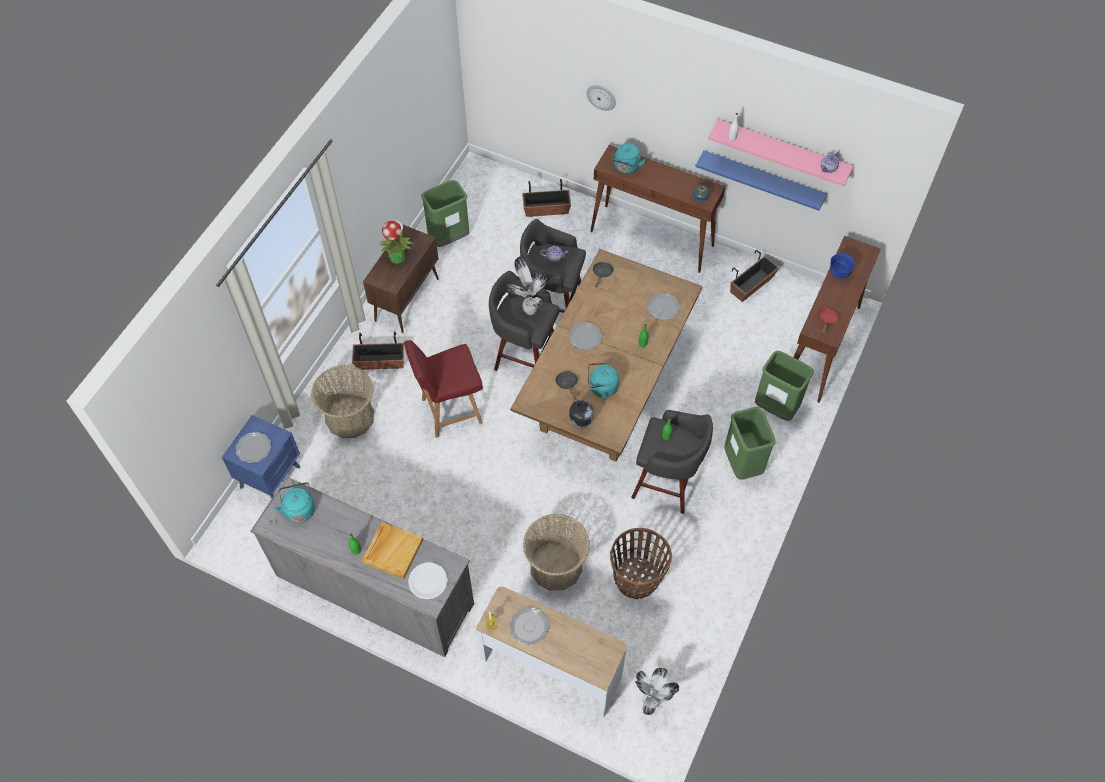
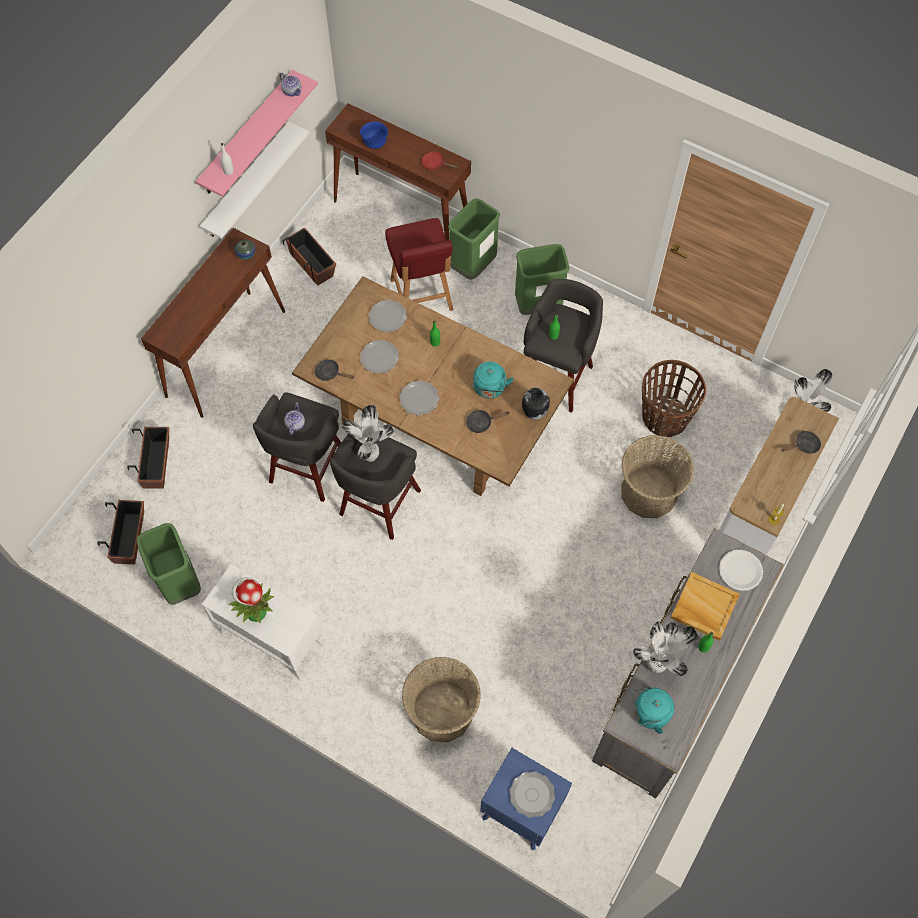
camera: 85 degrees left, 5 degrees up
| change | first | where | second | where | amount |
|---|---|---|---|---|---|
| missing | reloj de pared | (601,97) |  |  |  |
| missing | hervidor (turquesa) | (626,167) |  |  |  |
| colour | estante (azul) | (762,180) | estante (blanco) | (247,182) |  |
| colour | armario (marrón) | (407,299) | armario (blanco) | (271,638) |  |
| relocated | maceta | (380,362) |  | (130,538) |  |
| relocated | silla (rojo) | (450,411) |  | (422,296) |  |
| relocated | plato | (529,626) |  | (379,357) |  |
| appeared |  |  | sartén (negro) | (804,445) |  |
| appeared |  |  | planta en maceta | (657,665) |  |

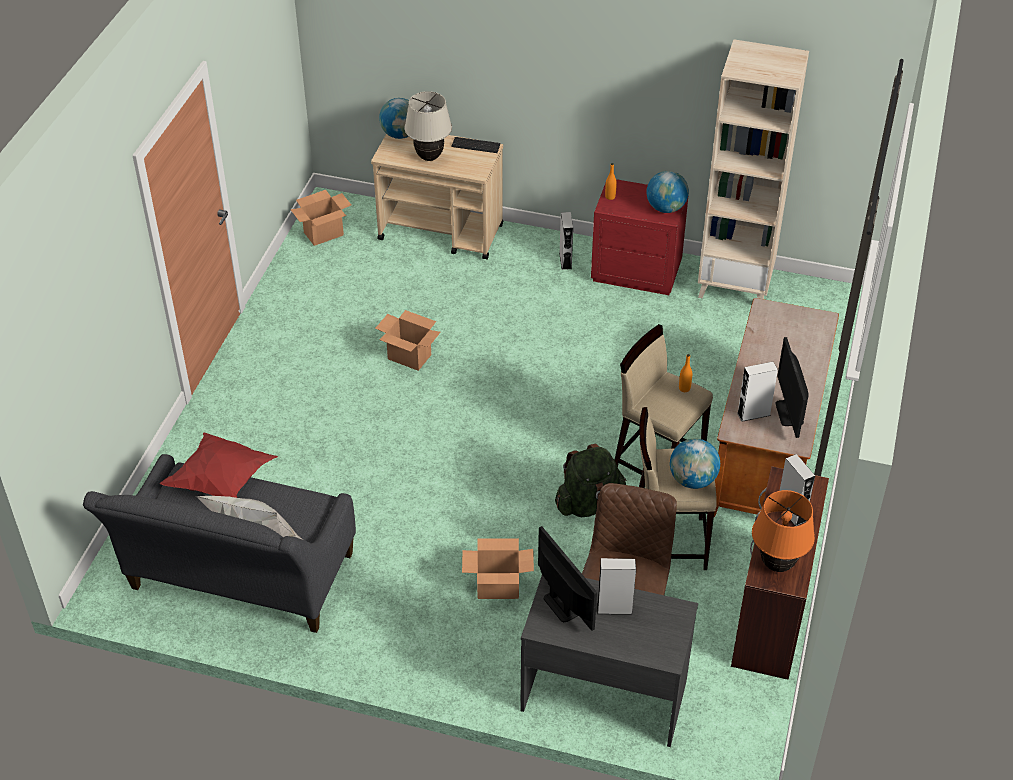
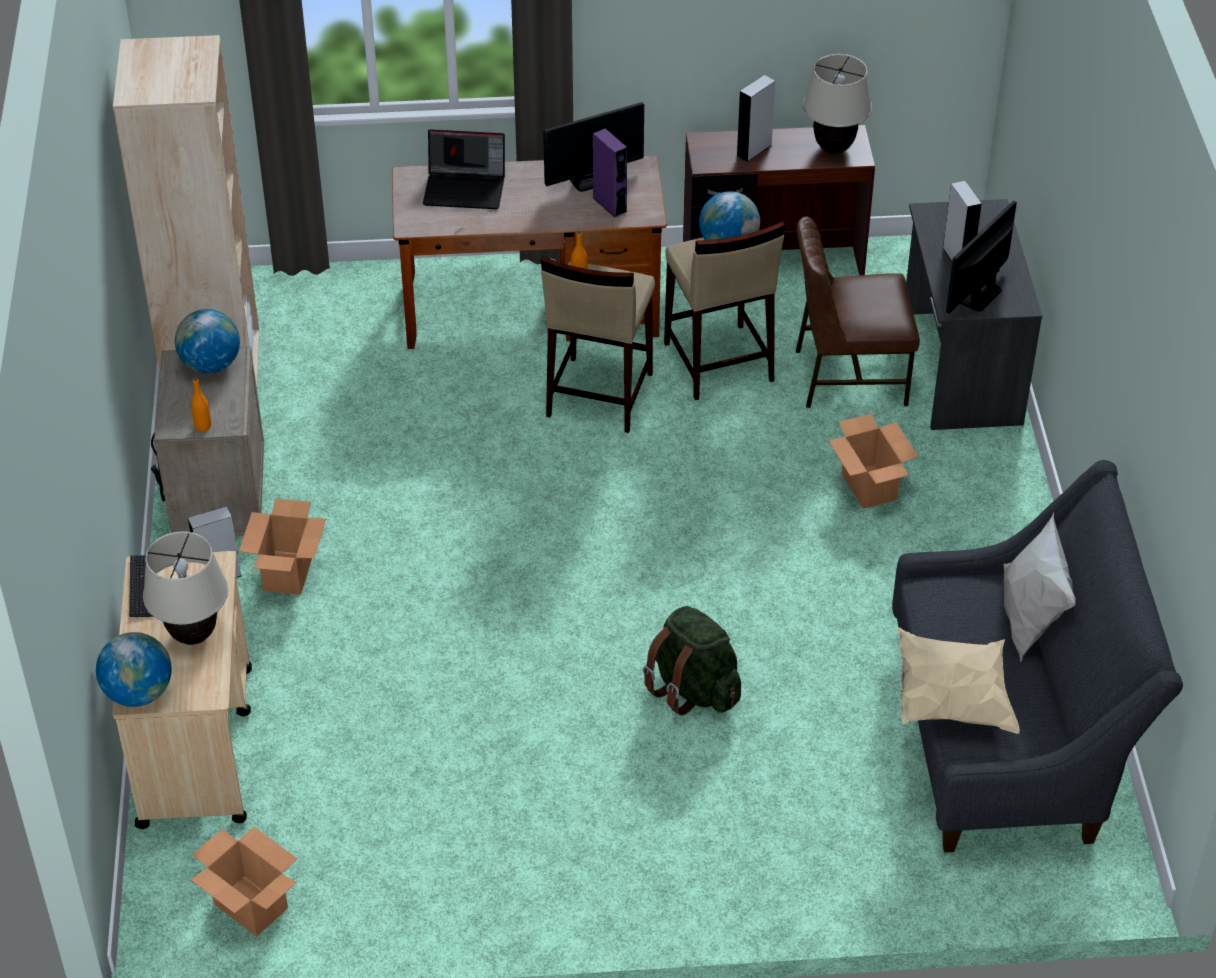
camera: 110 degrees left, 0 degrees up
| change | first | where | second | where | amount |
|---|---|---|---|---|---|
| colour | mesita de noche (rojo) | (636,271) | mesita de noche (beis) | (217,494) |  |
| relocated | caja de cartón | (409,357) |  | (288,573) |  |
| colour | altavoz (blanco) | (753,414) | altavoz (morado) | (609,204) |  |
| colour | cojín (rojo) | (222,482) | cojín (beis) | (951,699) |  |
| relocated | mochila (verde) | (589,504) |  | (693,689) |  |
| colour | lámpara de mesa (naranja) | (777,565) | lámpara de mesa (beis) | (833,148) |  |
| appeared |  |  | portátil | (466,188) |  |

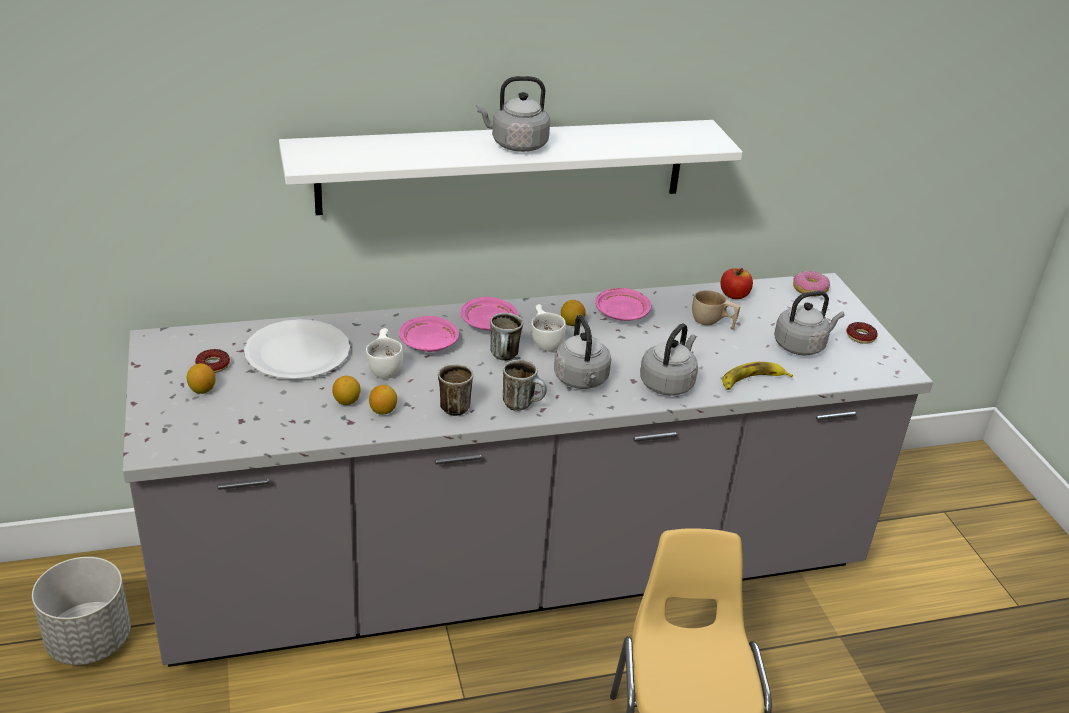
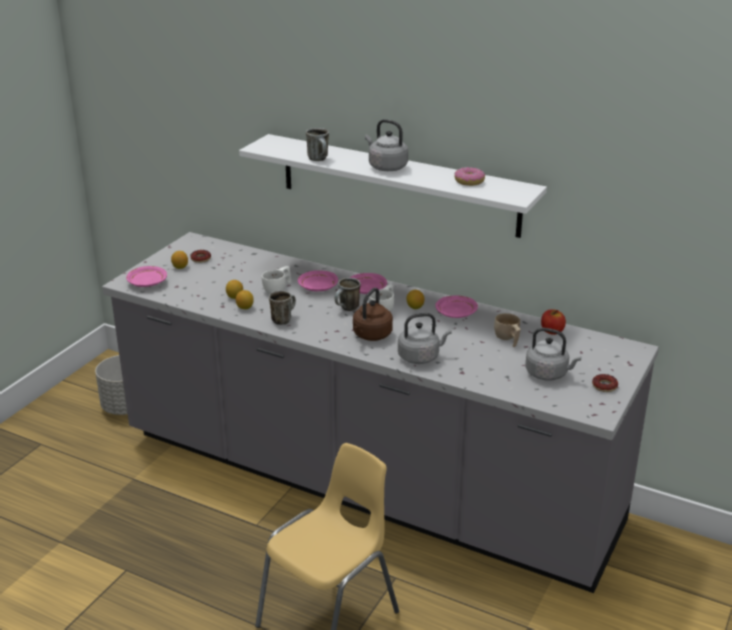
camera: 45 degrees right, 5 degrees down
| change | first | where | second | where | amount |
|---|---|---|---|---|---|
| relocated | rosquilla | (810,289) |  | (469,181) |  |
| colour | hervidor (gris) | (581,380) | hervidor (marrón) | (371,335) |  |
| missing | plato (blanco) | (297,352) |  |  |  |
| relocated | taza grande | (523,404) |  | (320,159) |  |
| missing | plátano | (752,381) |  |  |  |
| appeared |  |  | plato (rosa) | (147,283) |  |

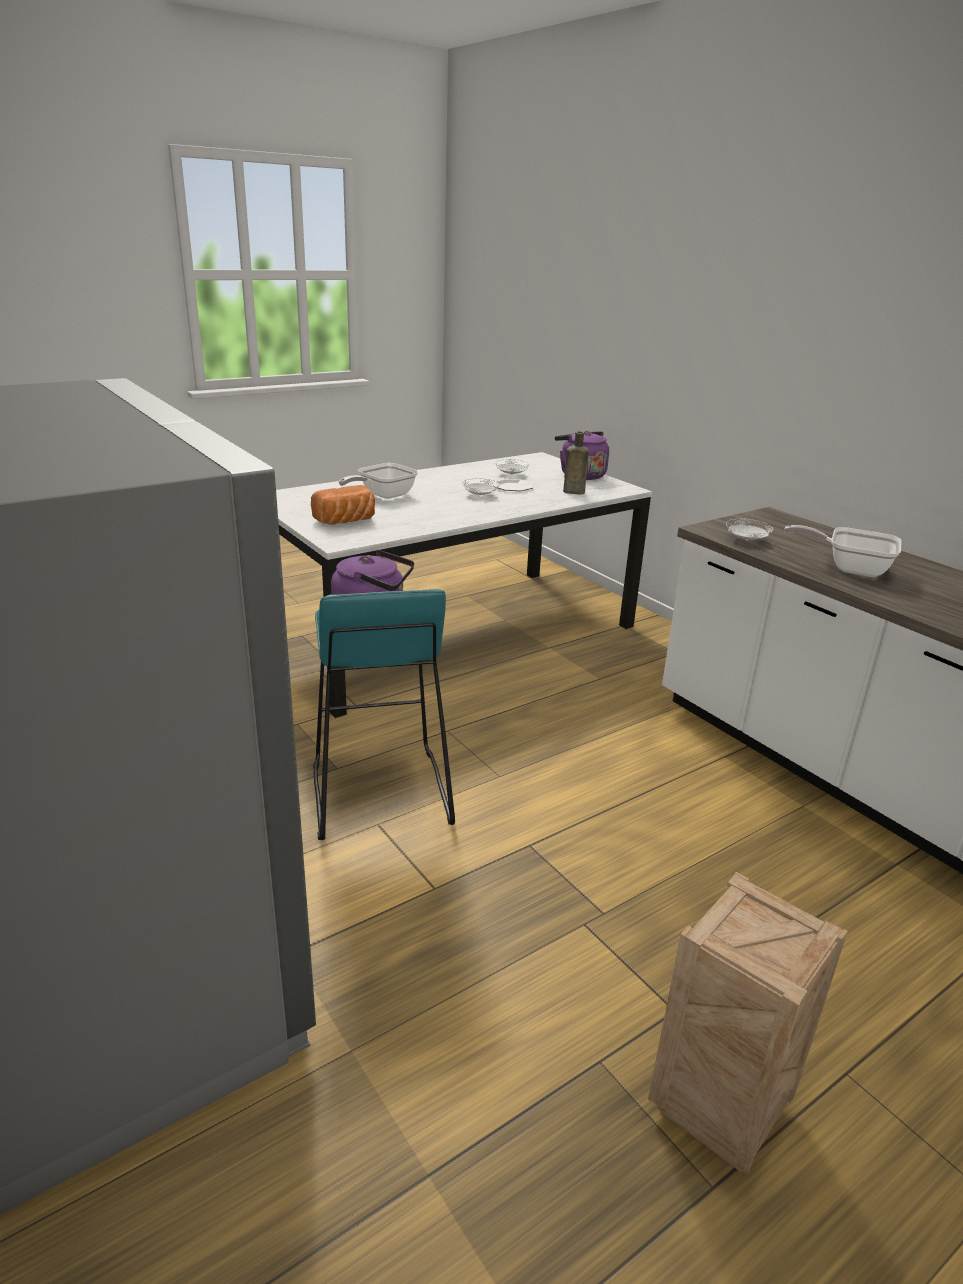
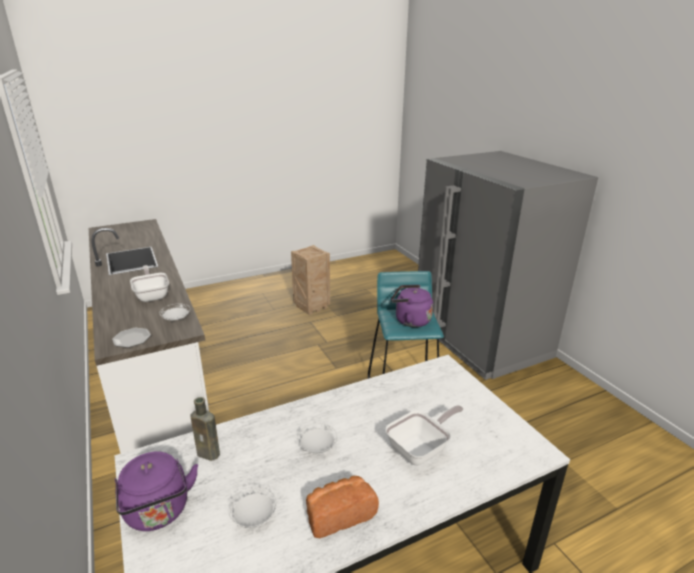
camera: 170 degrees left, 0 degrees up
| change | first | where | second | where | amount |
|---|---|---|---|---|---|
| relocated | plato | (513,487) |  | (131,339) |  |
| relocated | pan | (346,521) |  | (339,514) |  |
| spun | sartén | (849,568) |  | (152,295) | 150 degrees counterclockwise |

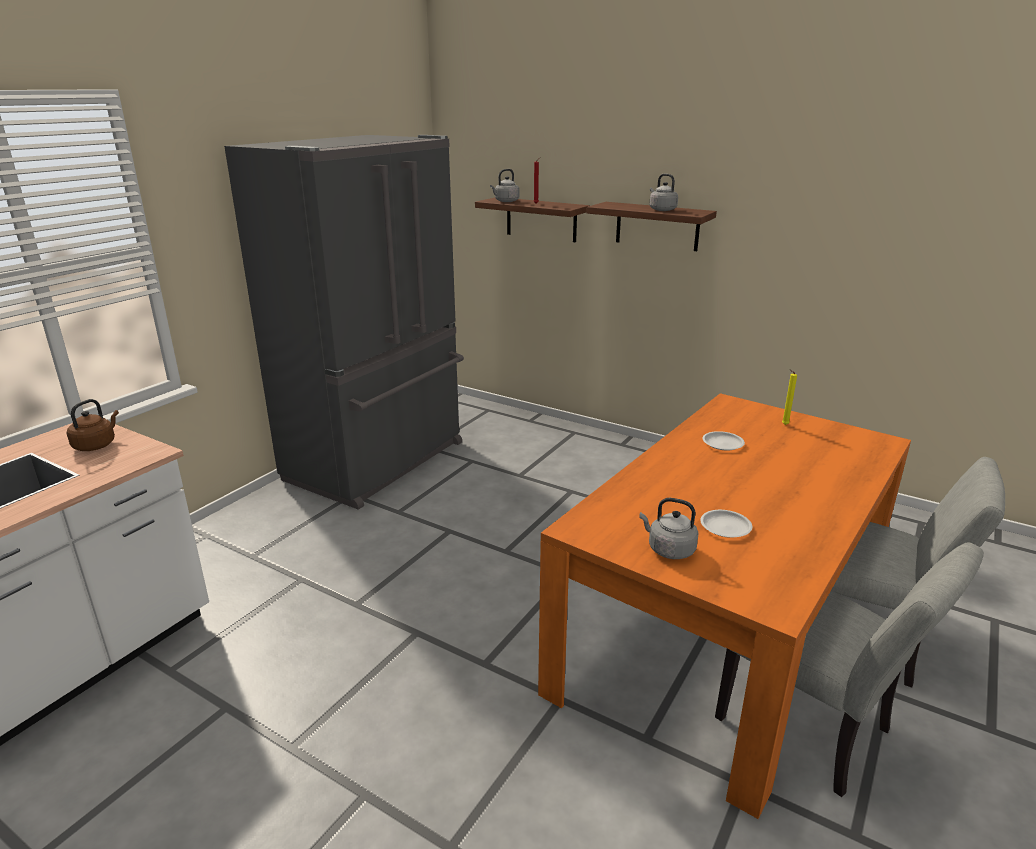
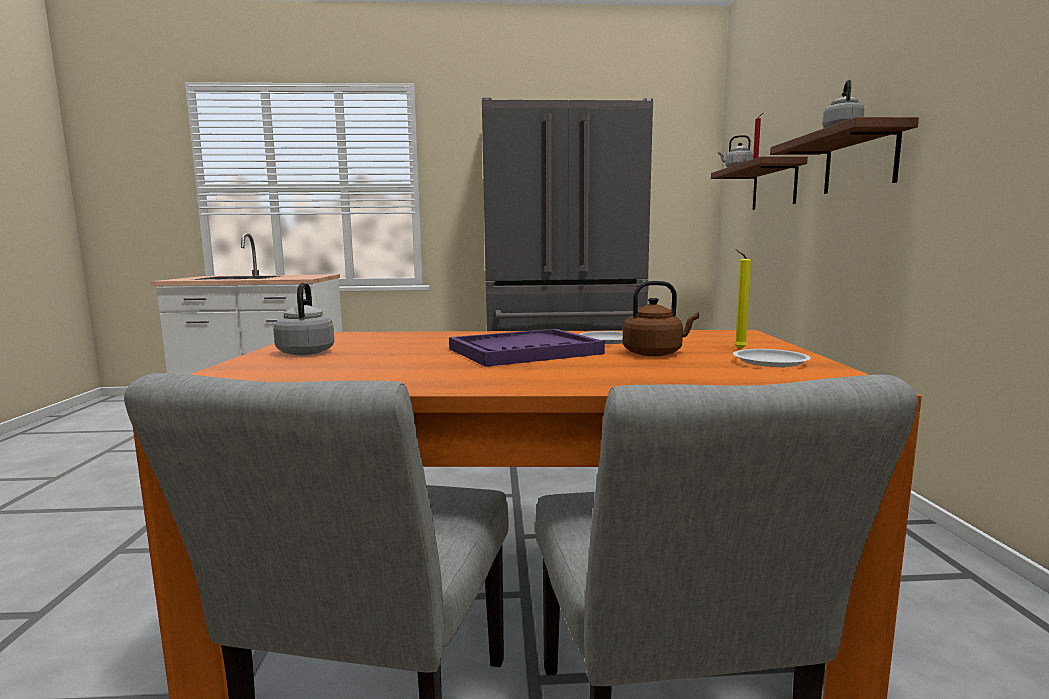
camera: 55 degrees right, 15 degrees down
| change | first | where | second | where | amount |
|---|---|---|---|---|---|
| relocated | hervidor (marrón) | (96,445) |  | (655,353) |  |
| relocated | plato (blanco) | (725,527) |  | (770,362) |  |
| appeared |  |  | bandeja (morado) | (524,351) |  |

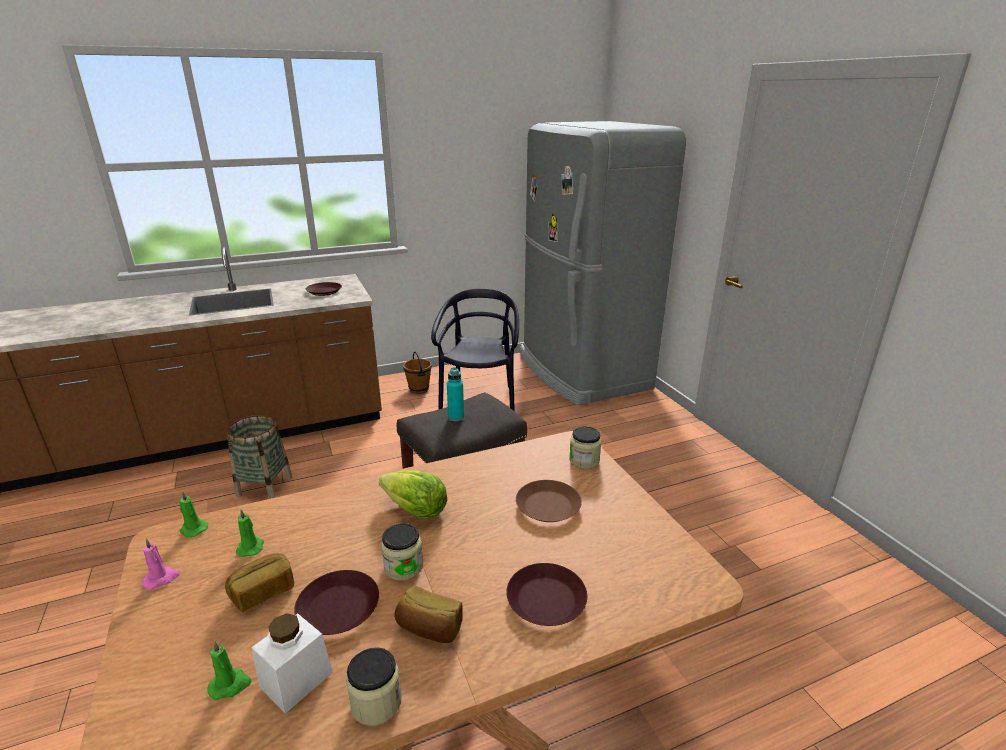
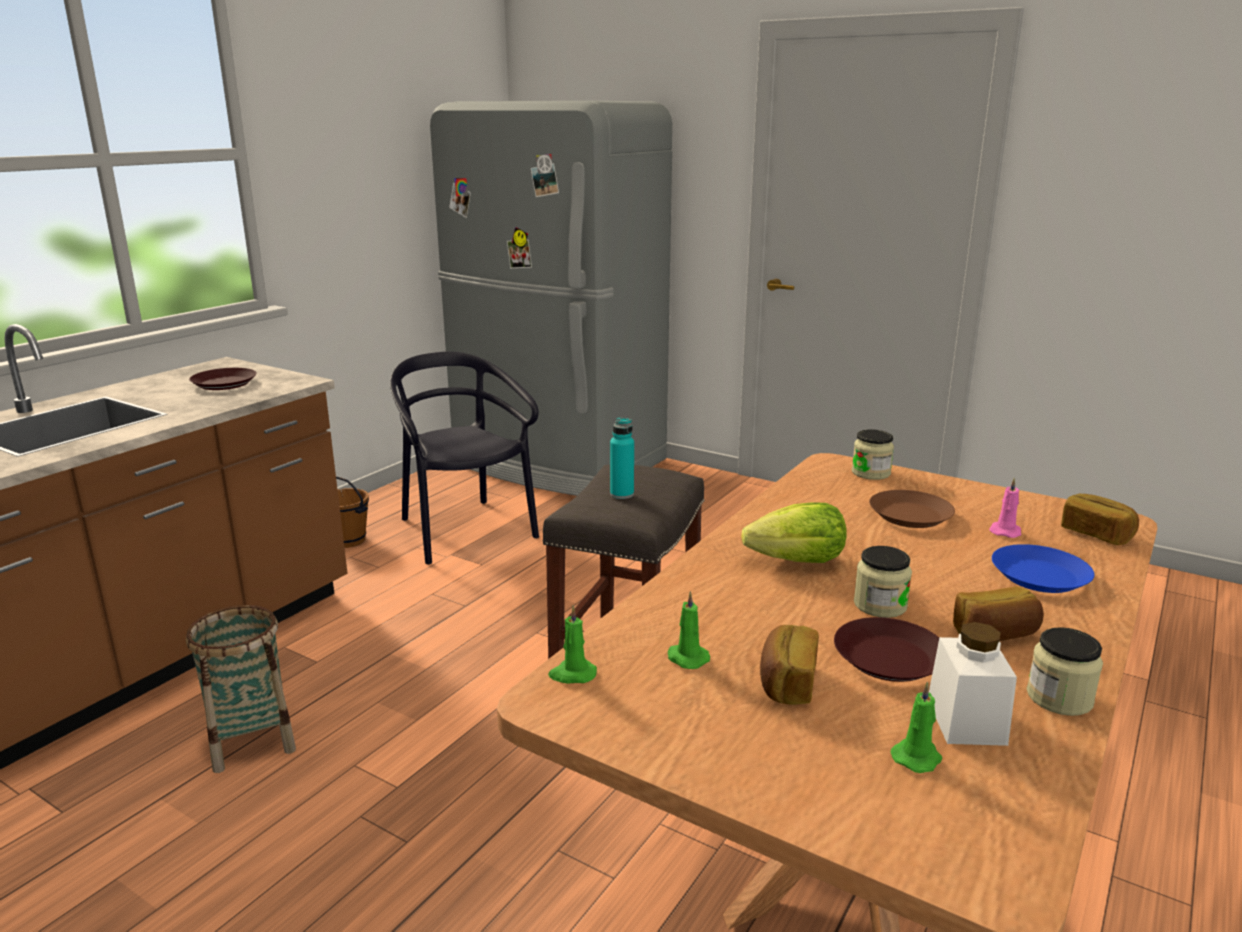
camera: 35 degrees left, 5 degrees down
| change | first | where | second | where | amount |
|---|---|---|---|---|---|
| relocated | vela (rosa) | (162,578) |  | (1005,531) |  |
| colour | plato (marrón) | (545,600) | plato (azul) | (1038,576) |  |
| appeared |  |  | pan | (1096,534) |  |

